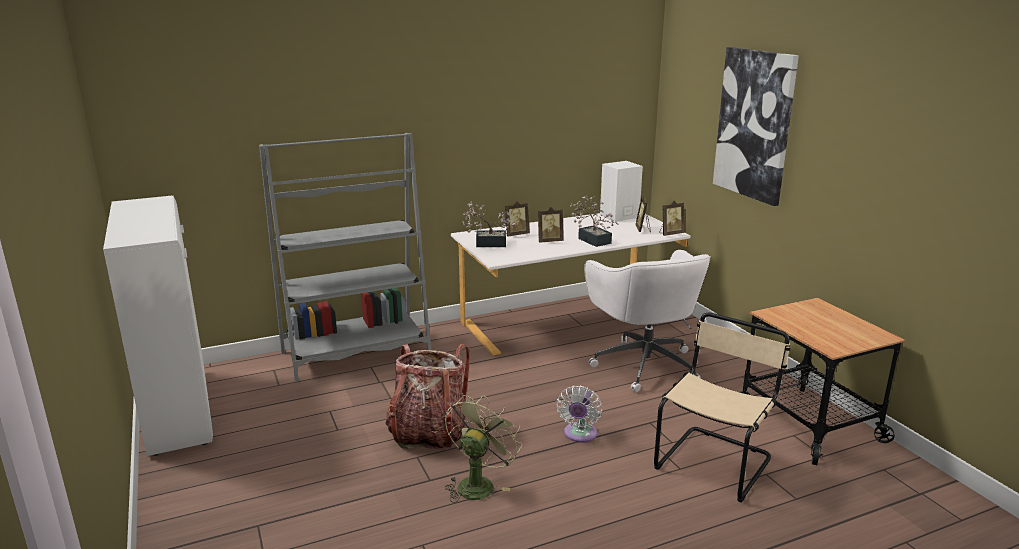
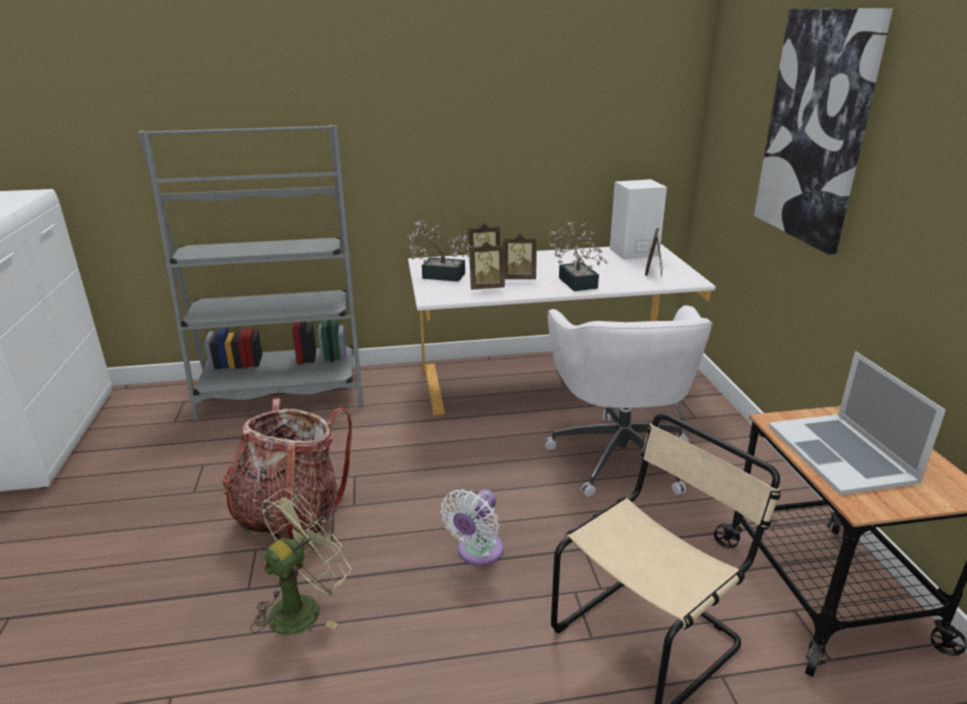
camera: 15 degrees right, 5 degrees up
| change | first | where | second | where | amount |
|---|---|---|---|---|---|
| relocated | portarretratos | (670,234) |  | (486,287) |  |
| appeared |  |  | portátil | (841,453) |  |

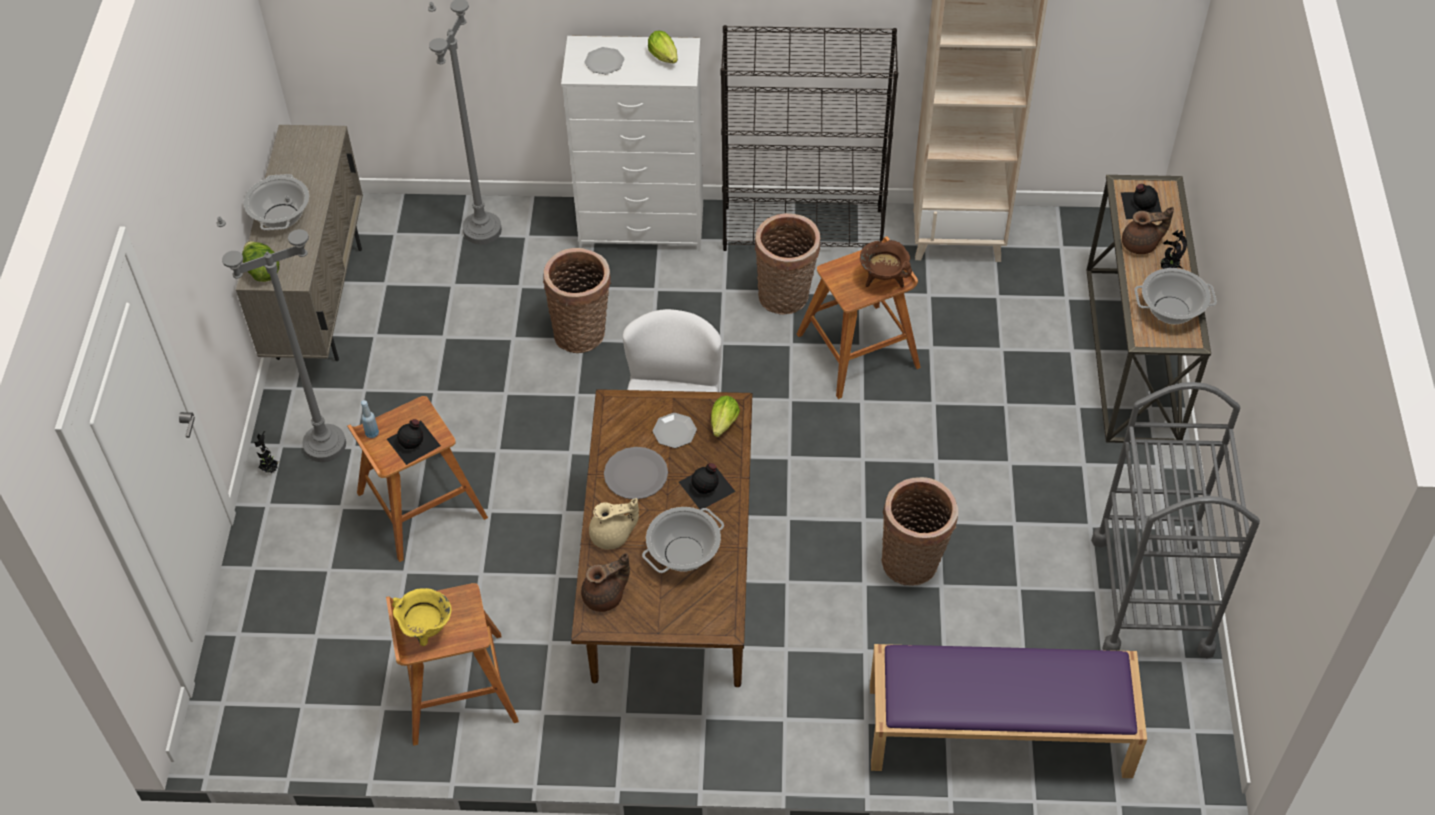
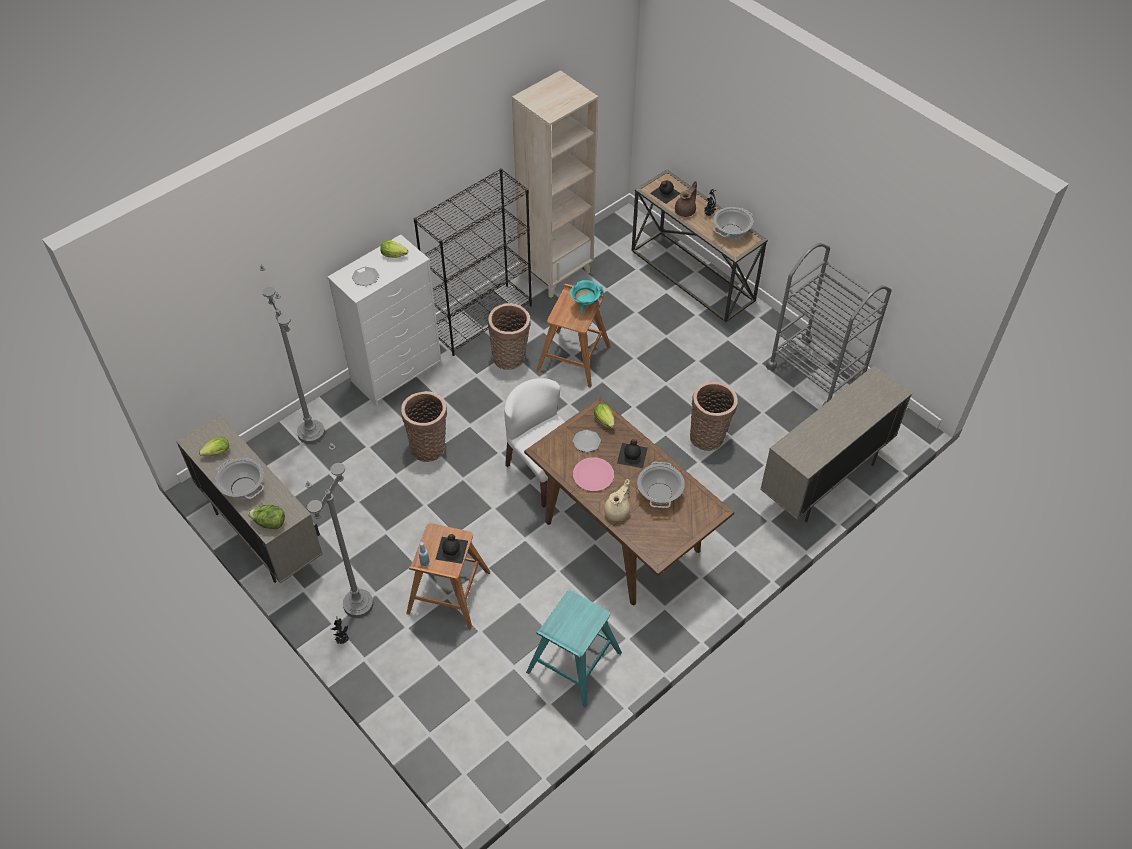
camera: 45 degrees left, 0 degrees up
| change | first | where | second | where | amount |
|---|---|---|---|---|---|
| colour | olla (marrón) | (883,279) | olla (turquesa) | (585,305) |  |
| colour | plato (gris) | (635,474) | plato (rosa) | (593,475) |  |
| missing | tetera (marrón) | (605,596) |  |  |  |
| colour | taburete (marrón) | (456,688) | taburete (turquesa) | (573,663) |  |
| missing | olla (amarillo) | (426,631) |  |  |  |
| exchanged | banco (morado) | (997,731) | armario (beis) | (824,480) |  |
| appeared |  |  | lechuga | (215,453) |  |

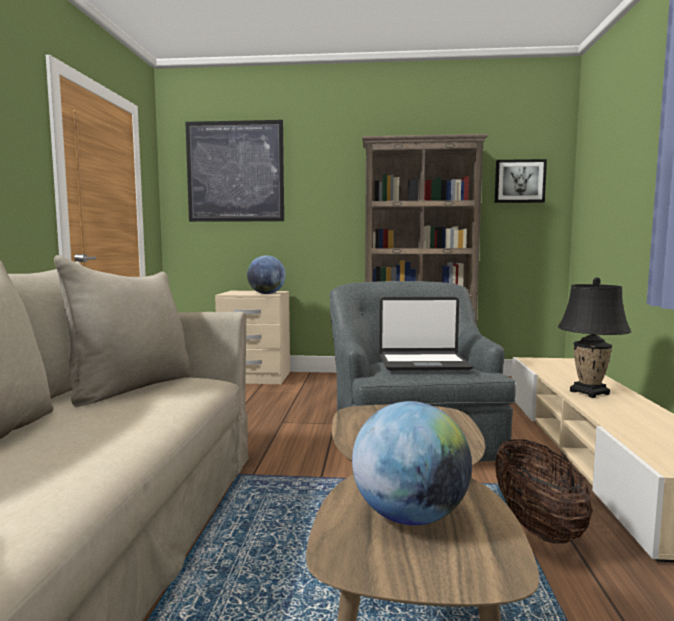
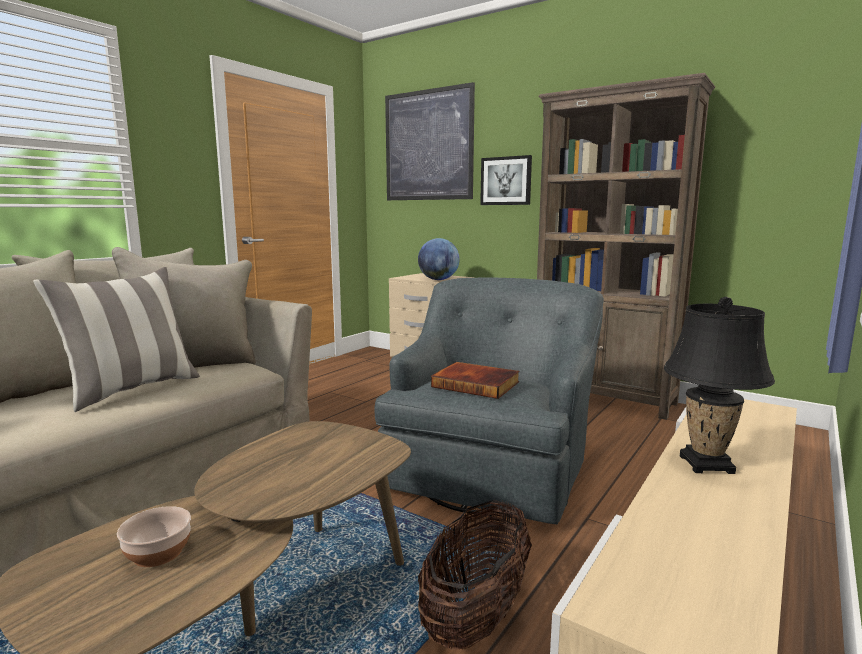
camera: 30 degrees right, 5 degrees up
| change | first | where | second | where | amount |
|---|---|---|---|---|---|
| relocated | cuadro | (519,181) |  | (506,181) |  |
| exchanged | portátil | (423,363) | libro | (477,384) |  |
| exchanged | globo terráqueo | (410,516) | cuenco | (158,552) |  |
| appeared |  |  | cojín | (132,390) |  |

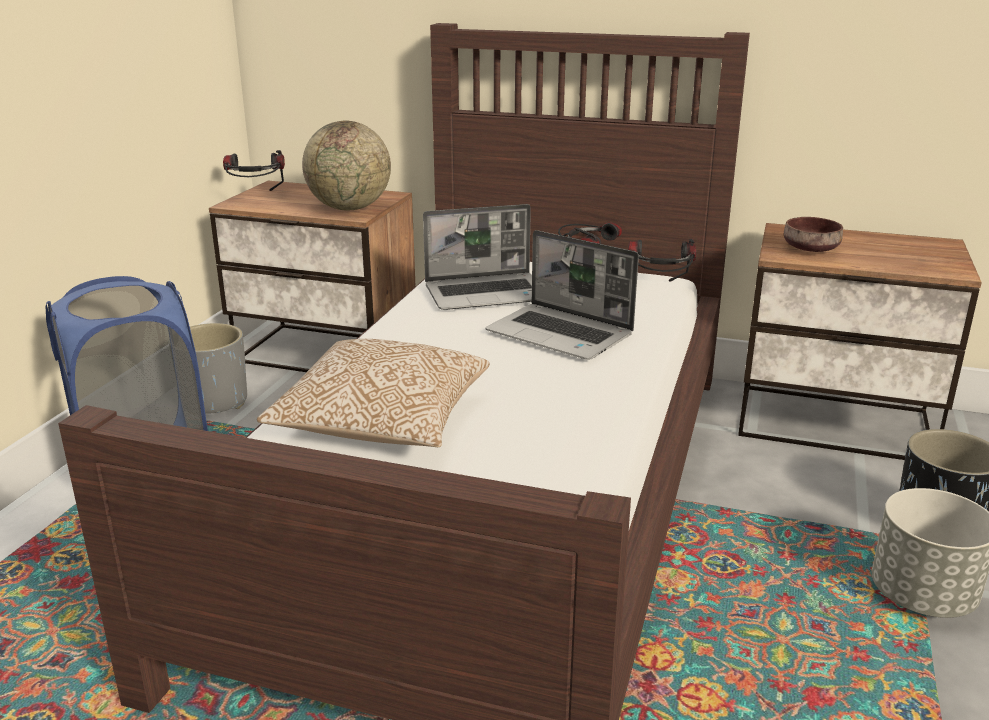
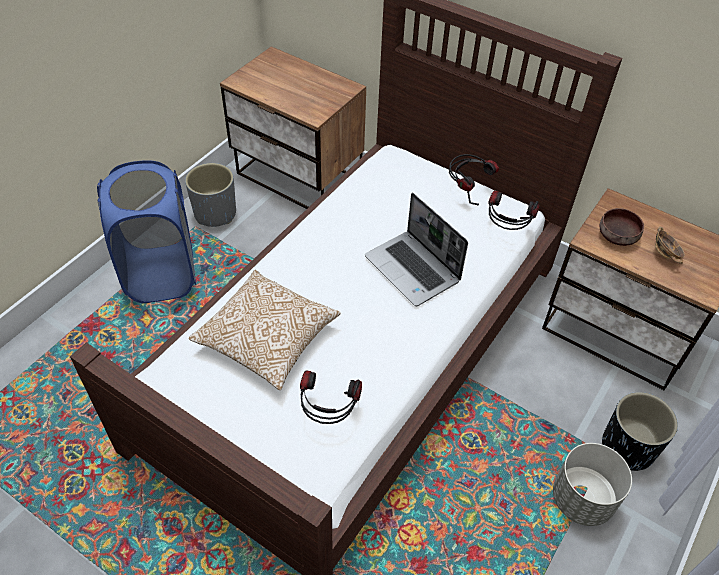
camera: 15 degrees right, 25 degrees up
| change | first | where | second | where | amount |
|---|---|---|---|---|---|
| missing | globo terráqueo | (349,208) |  |  |  |
| relocated | auriculares | (256,197) |  | (328,413) |  |
| missing | portátil | (487,294) |  |  |  |
| appeared |  |  | cuenco | (665,254) |  |

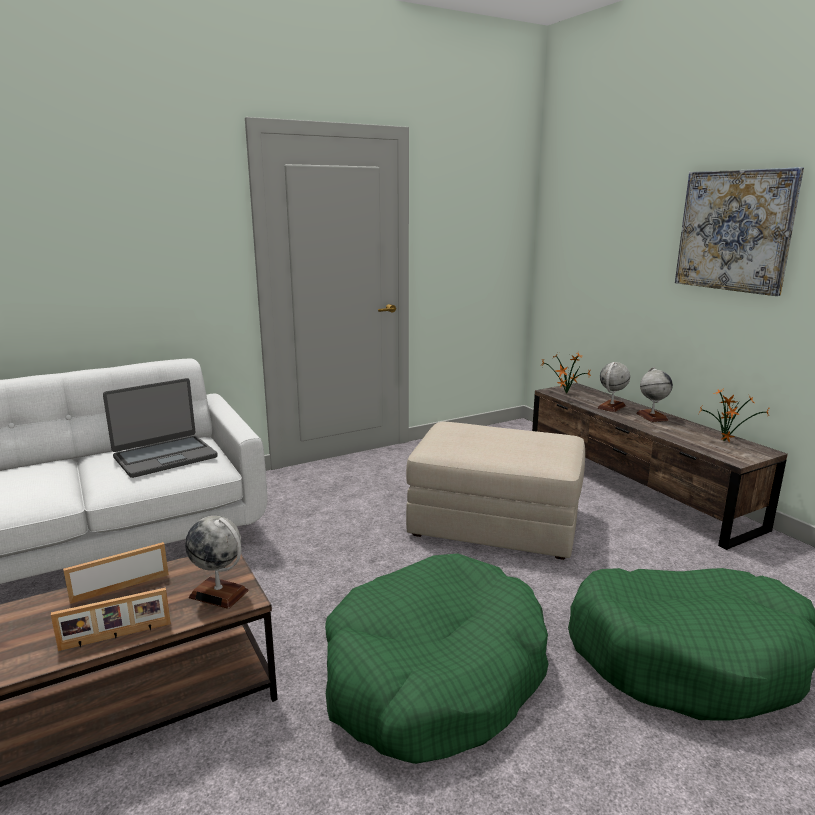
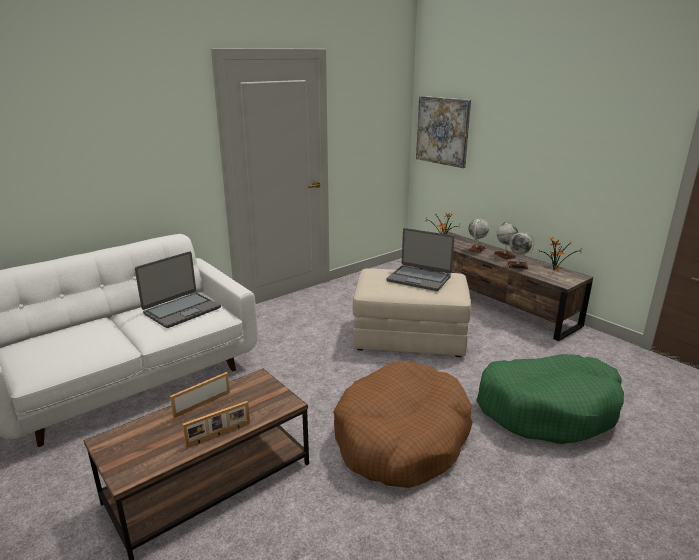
camera: 10 degrees left, 5 degrees up
| change | first | where | second | where | amount |
|---|---|---|---|---|---|
| relocated | cuadro | (734,231) |  | (443,131) |  |
| relocated | globo terráqueo | (219,594) |  | (517,266) |  |
| colour | cama para perro (verde) | (434,675) | cama para perro (marrón) | (401,438) |  |
| appeared |  |  | portátil | (419,278) |  |

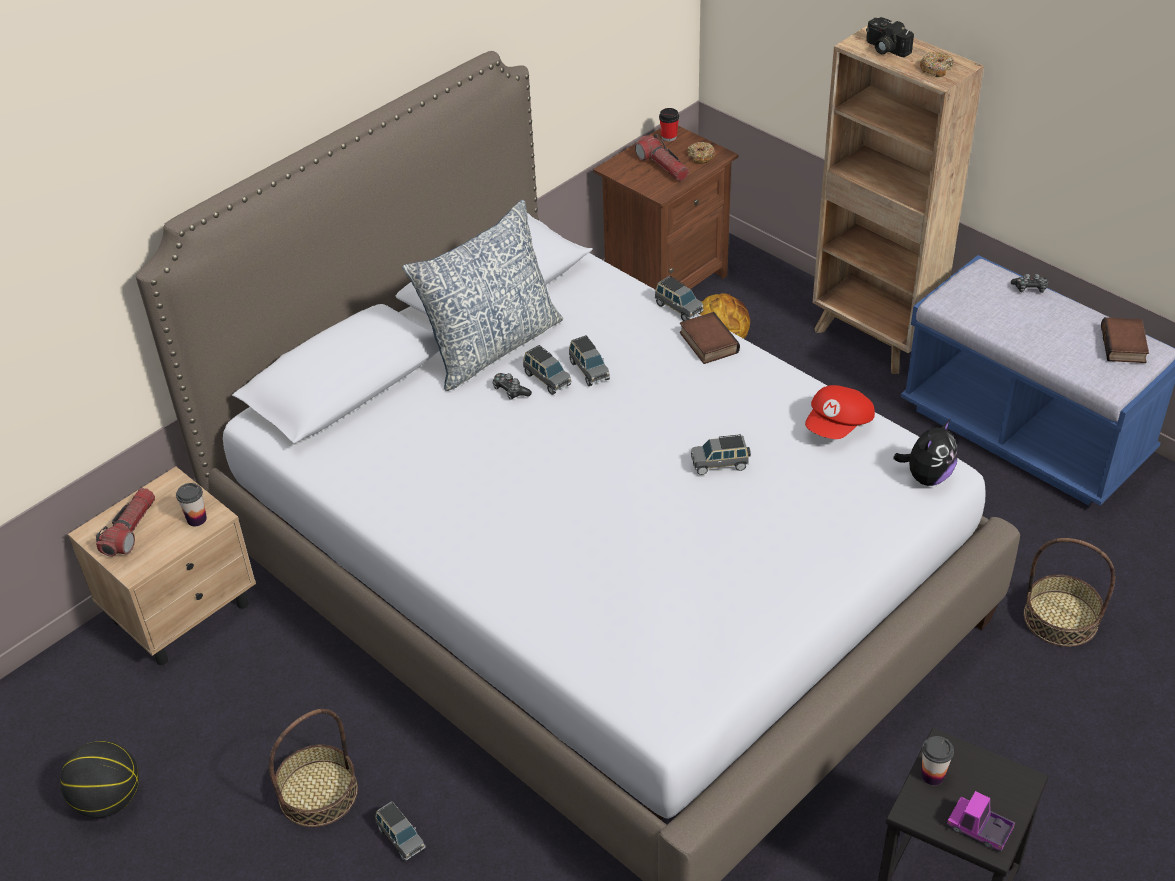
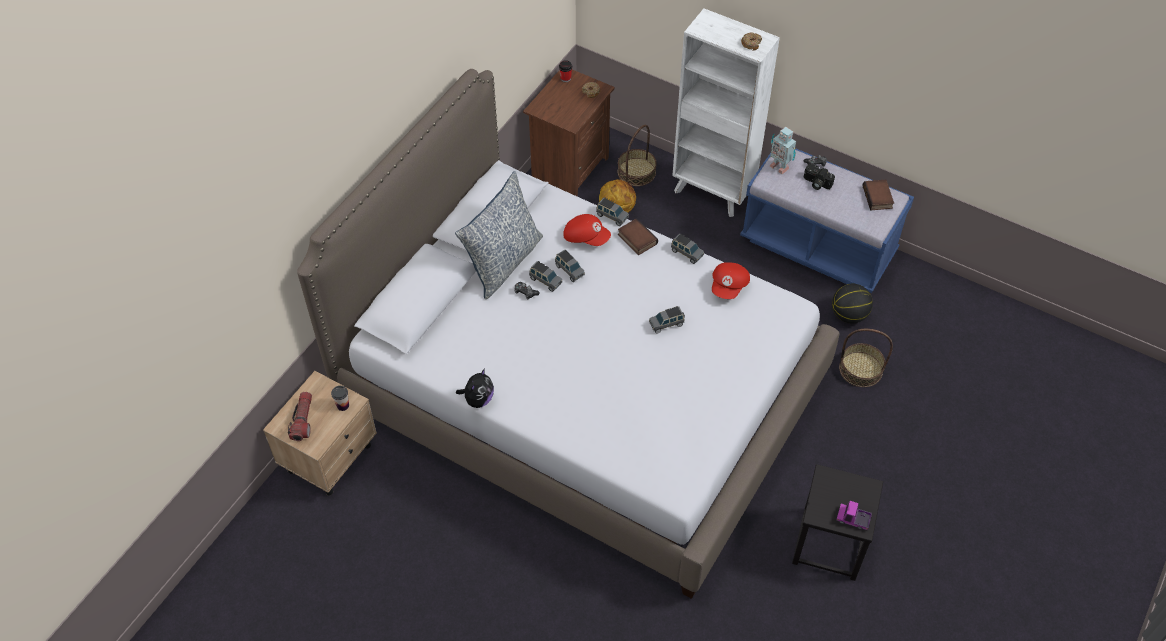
camera: 15 degrees left, 10 degrees up
| change | first | where | second | where | amount |
|---|---|---|---|---|---|
| relocated | cámara | (884,49) |  | (816,183) |  |
| colour | estantería (marrón) | (874,339) | estantería (blanco) | (713,193) |  |
| missing | linterna | (662,166) |  |  |  |
| relocated | peluche | (927,476) |  | (478,399) |  |
| relocated | cesta | (318,793) |  | (636,172) |  |
| missing | taza | (932,775) |  |  |  |
| relocated | balón de baloncesto | (108,799) |  | (848,315) |  |
| relocated | coche de juguete (gris) | (400,838) |  | (686,253) |  |
| appeared |  |  | robot de juguete | (779,166) |  |
| appeared |  |  | gorra (rojo) | (586,237) |  |

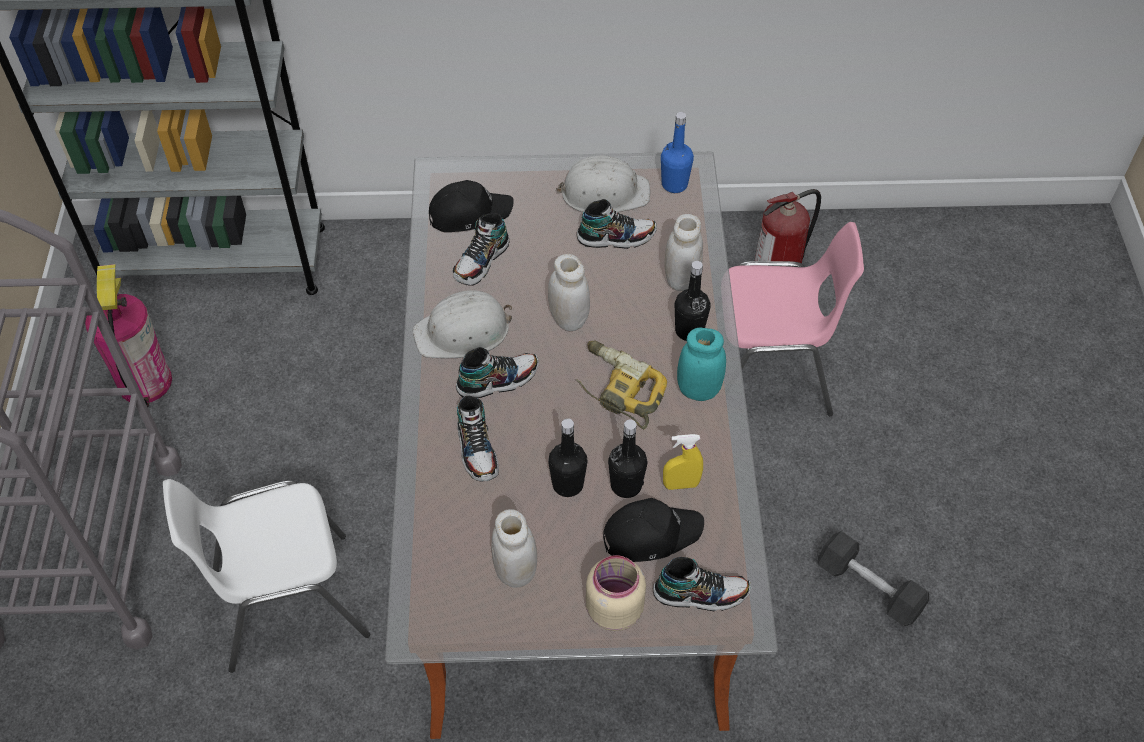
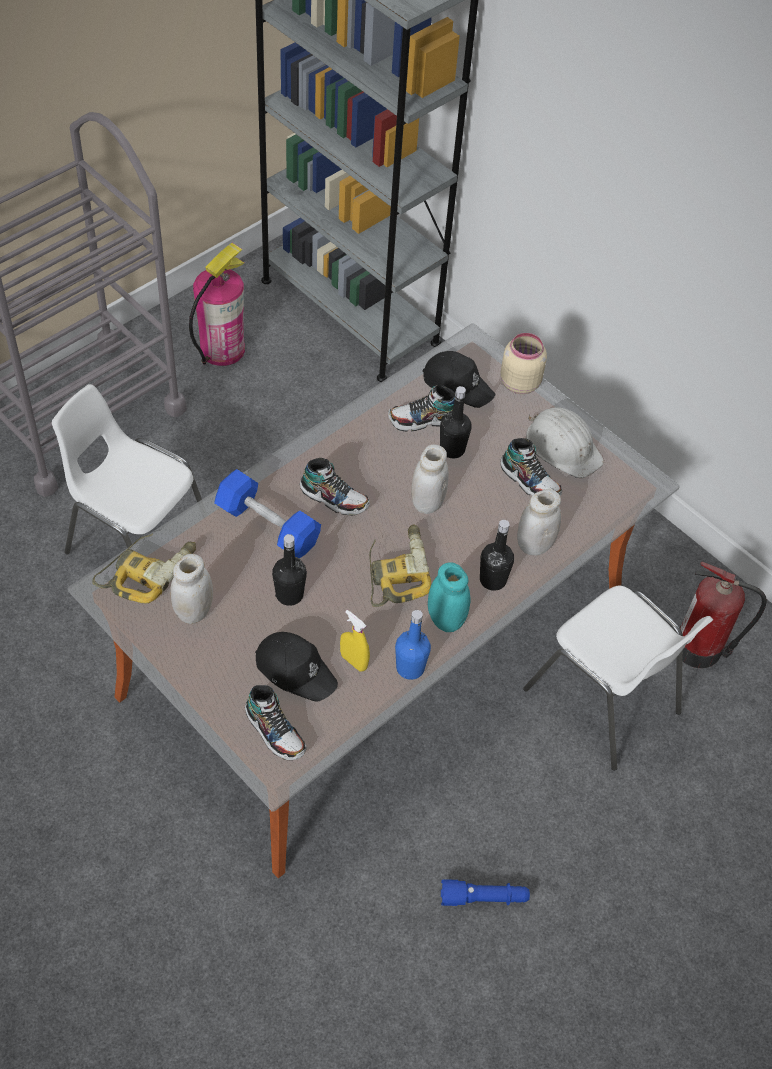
camera: 45 degrees right, 0 degrees up
| change | first | where | second | where | amount |
|---|---|---|---|---|---|
| relocated | botella (azul) | (674,184) |  | (410,668) |  |
| colour | silla (rosa) | (767,376) | silla (blanco) | (603,702) |  |
| missing | casco (blanco) | (463,332) |  |  |  |
| exchanged | zapato | (477,449) | mancuerna (azul) | (267,525) |  |
| relocated | botella (negro) | (626,485) |  | (452,449) |  |
| exchanged | mancuerna (negro) | (869,587) | linterna (azul) | (484,898) |  |
| relocated | tarro (beis) | (612,610) |  | (519,382) |  |
| appeared |  |  | taladro | (148,571) |  |

